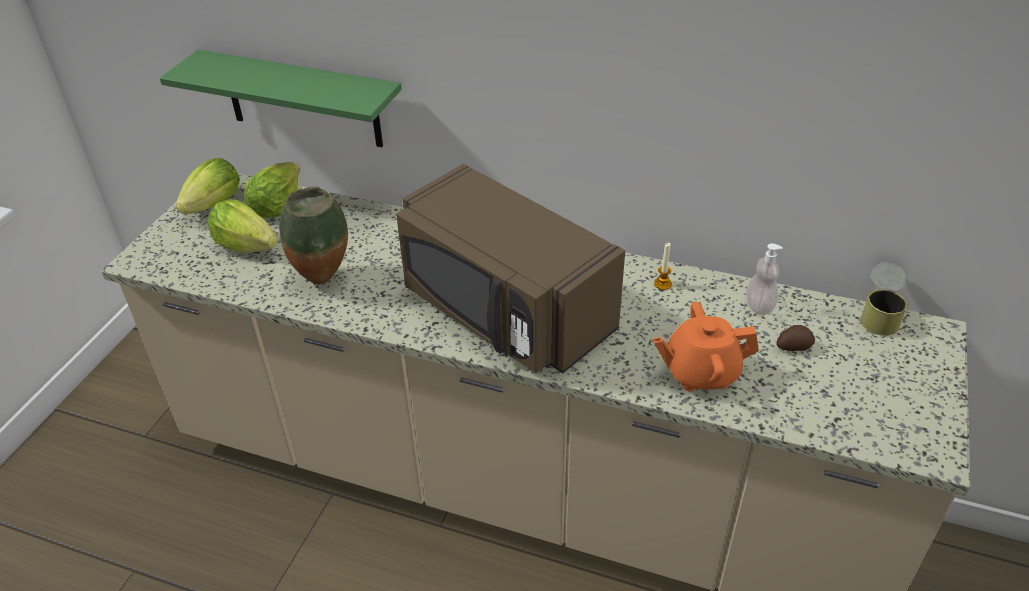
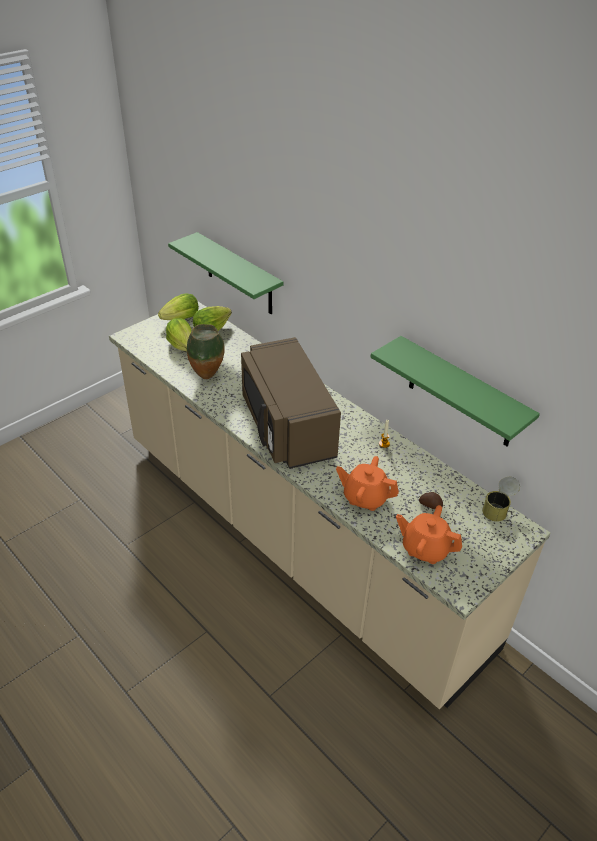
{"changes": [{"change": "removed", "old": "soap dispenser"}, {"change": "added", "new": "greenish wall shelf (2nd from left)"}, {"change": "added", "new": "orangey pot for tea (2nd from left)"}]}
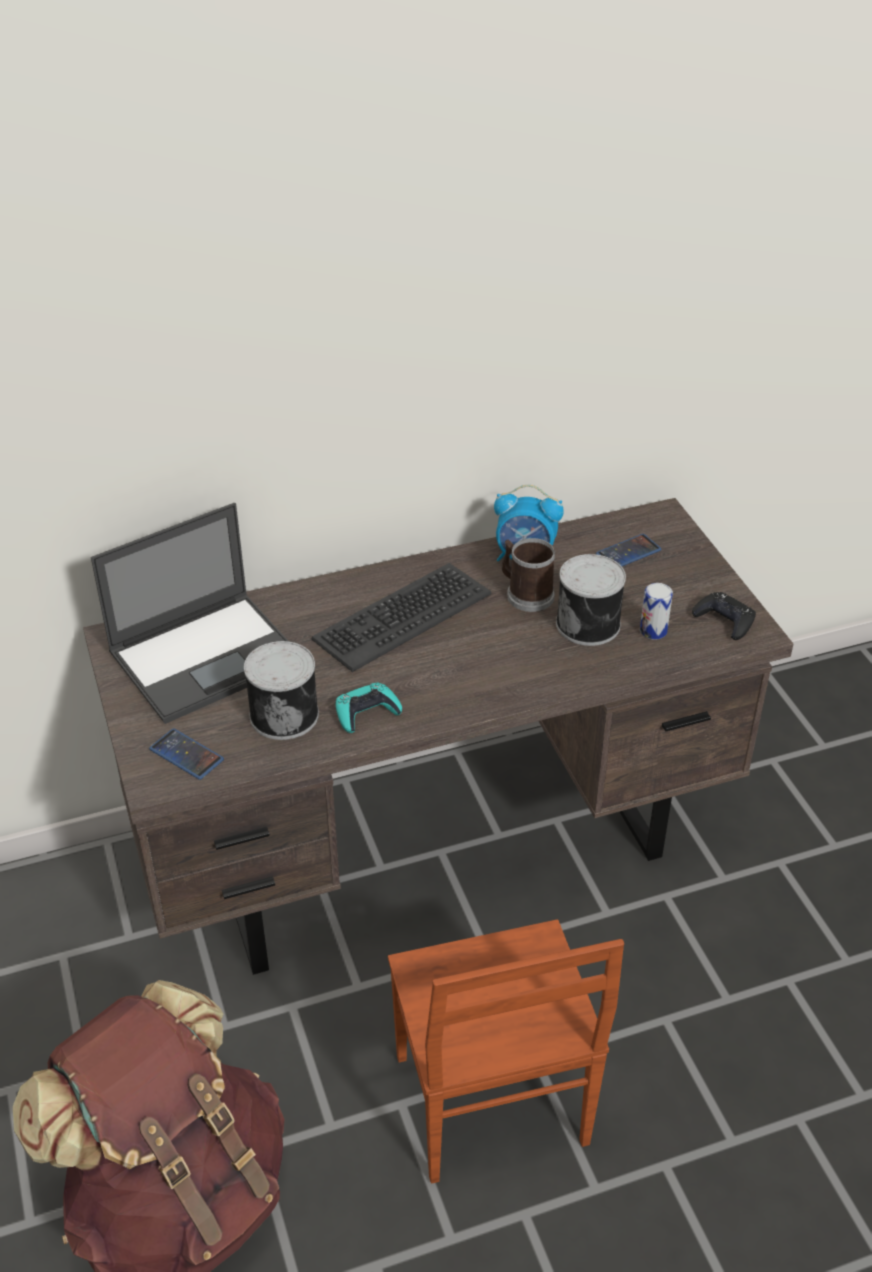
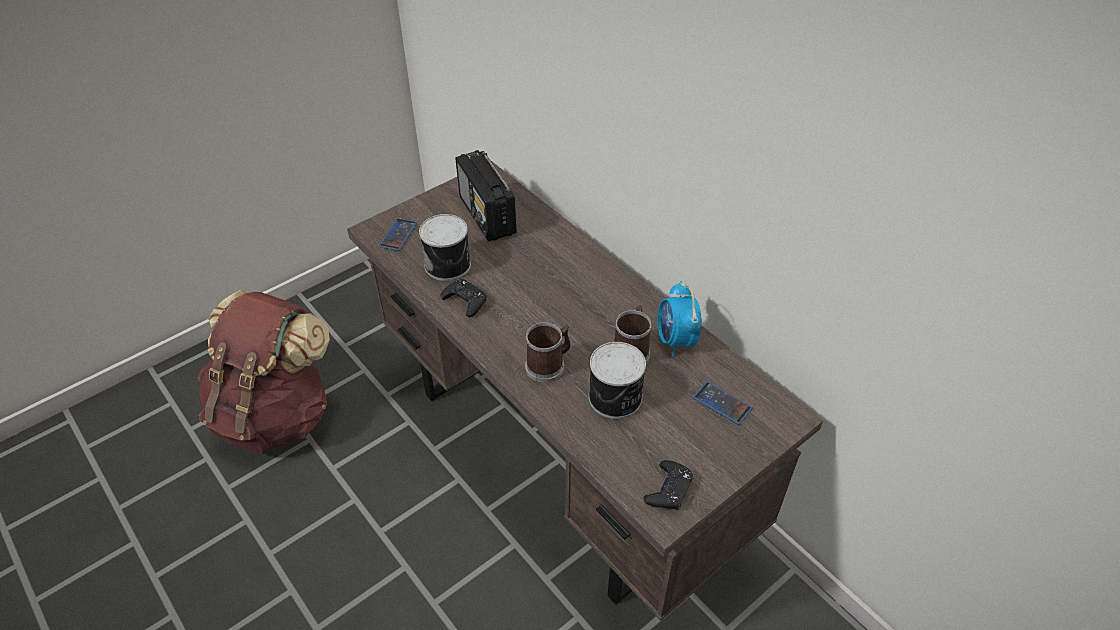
{"changes": [{"change": "replaced", "old": "notebook computer", "new": "radio set"}, {"change": "removed", "old": "computer keyboard"}, {"change": "removed", "old": "can (3rd from left)"}, {"change": "recoloured", "old": "blue-green joypad", "new": "black-coloured joypad (1st from left)"}, {"change": "removed", "old": "brownish plain chair"}, {"change": "added", "new": "coffee mug (1st from left)"}]}
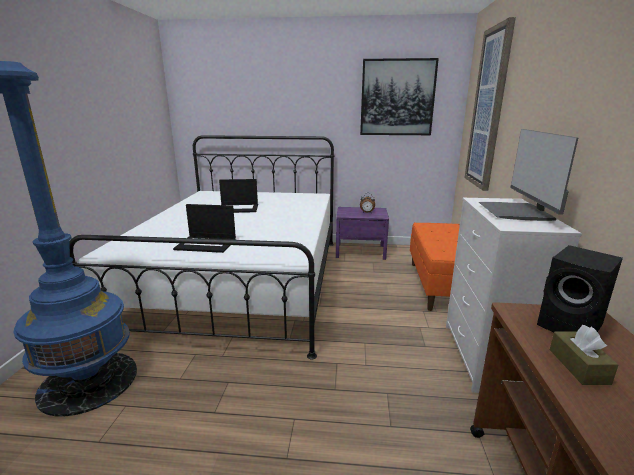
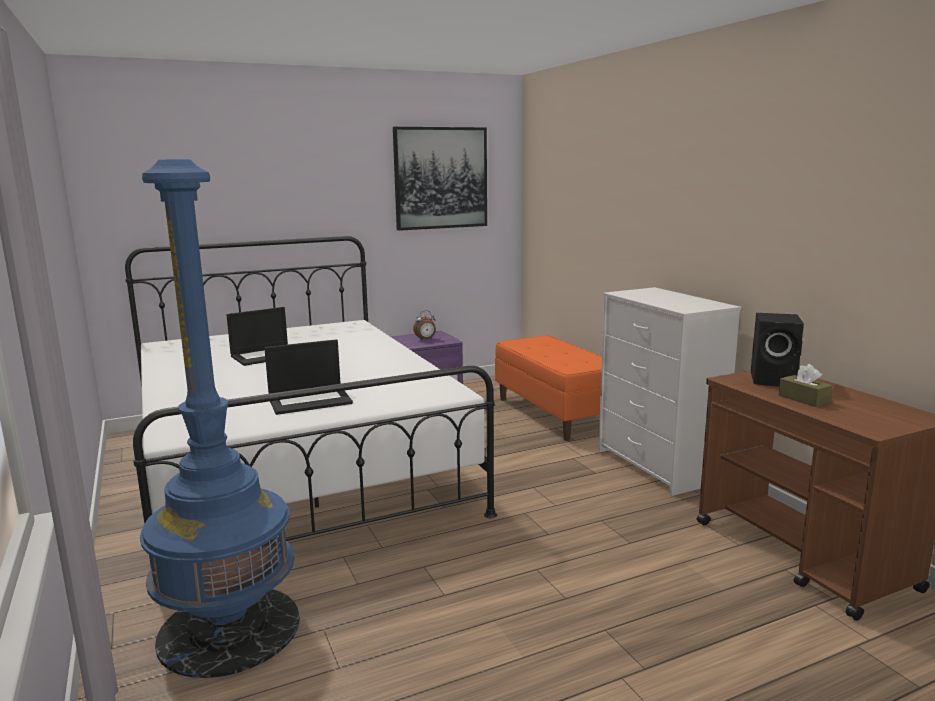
{"changes": [{"change": "removed", "old": "wall art (2nd from left)"}, {"change": "removed", "old": "computer display"}]}
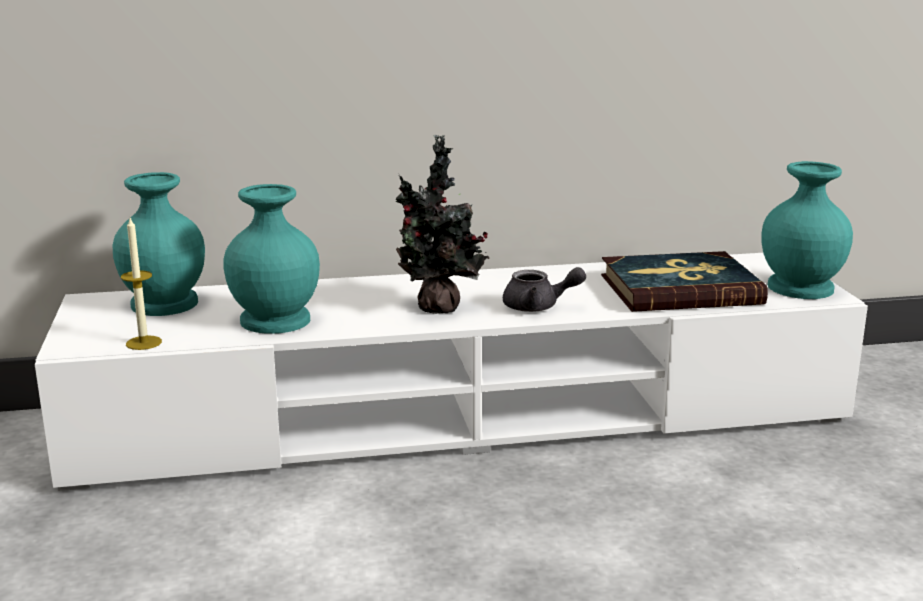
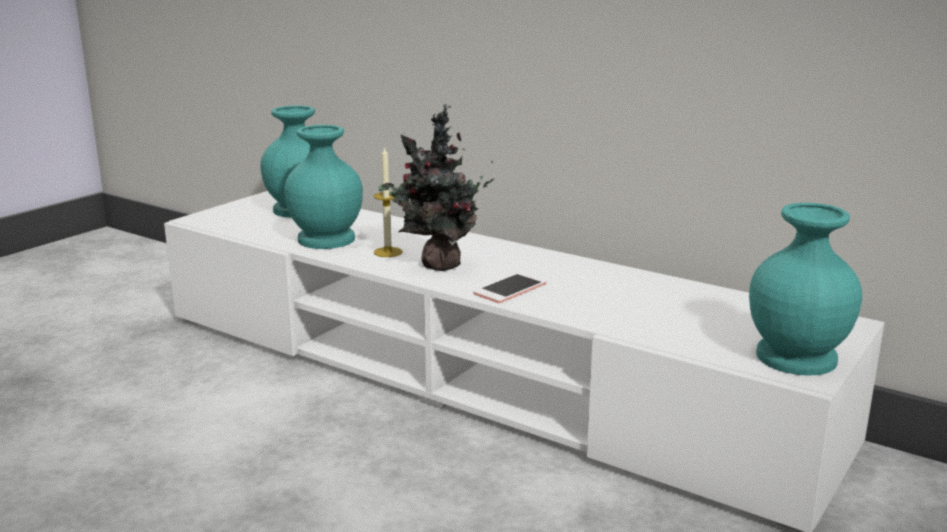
{"changes": [{"change": "moved", "old": "wax light"}, {"change": "removed", "old": "bound book"}, {"change": "replaced", "old": "greyish pot for tea", "new": "handset"}]}
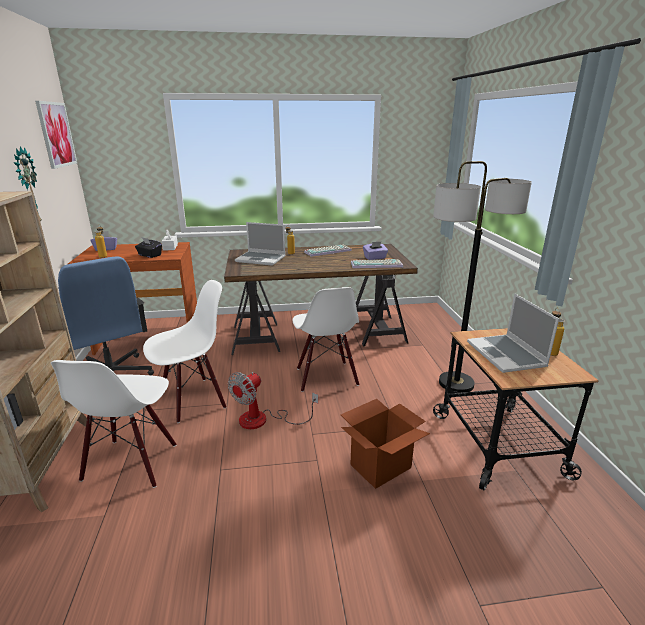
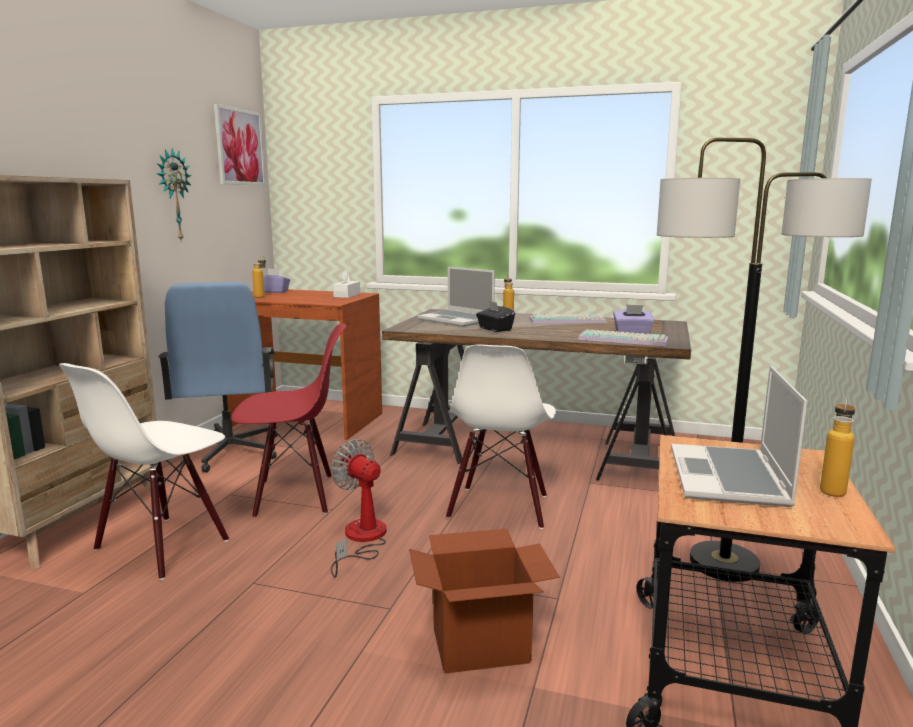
{"changes": [{"change": "moved", "old": "black-coloured tissue box"}, {"change": "recoloured", "old": "white plain chair (2nd from left)", "new": "red-coloured plain chair"}, {"change": "turned", "old": "fan", "degrees": 75}]}
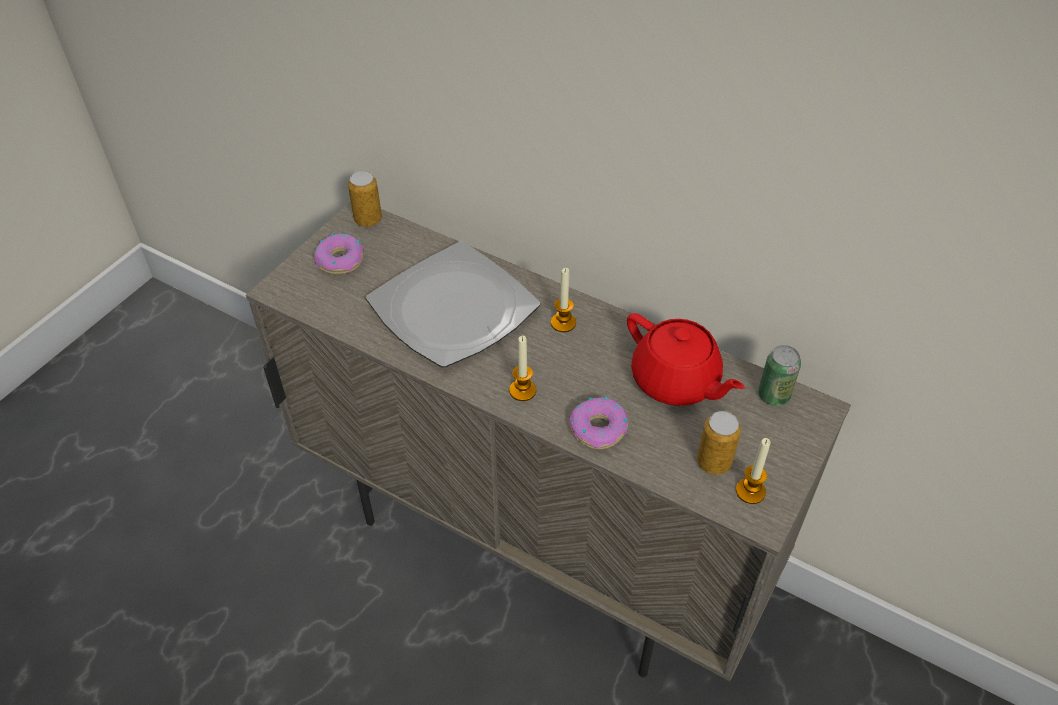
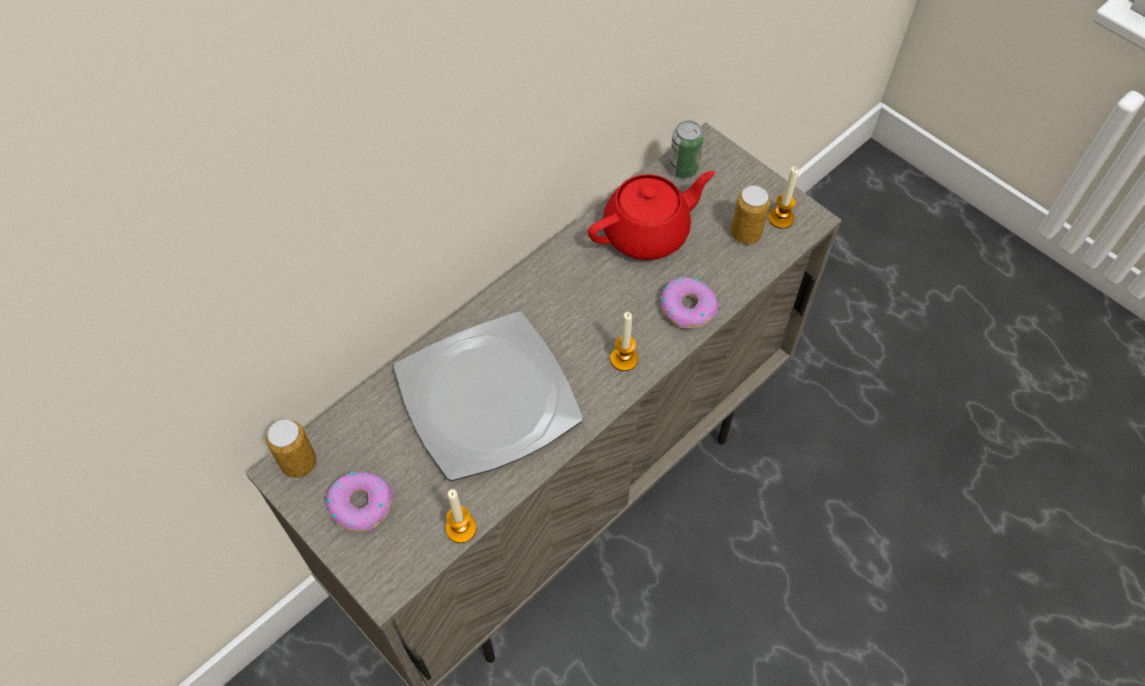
{"changes": [{"change": "moved", "old": "wax light (2nd from left in the first image)", "new": "wax light (1st from left)"}]}
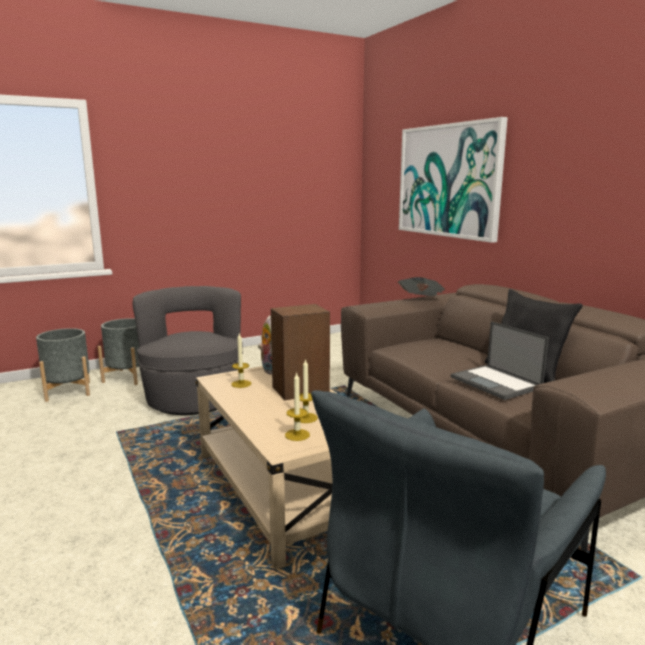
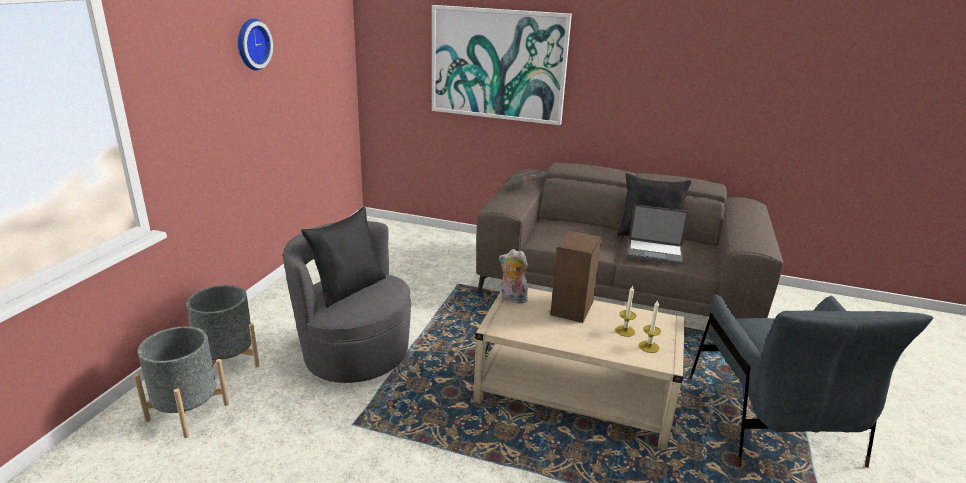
{"changes": [{"change": "removed", "old": "wax light (1st from left)"}, {"change": "added", "new": "clock on the wall"}, {"change": "added", "new": "black-coloured throw pillow (1st from left)"}]}
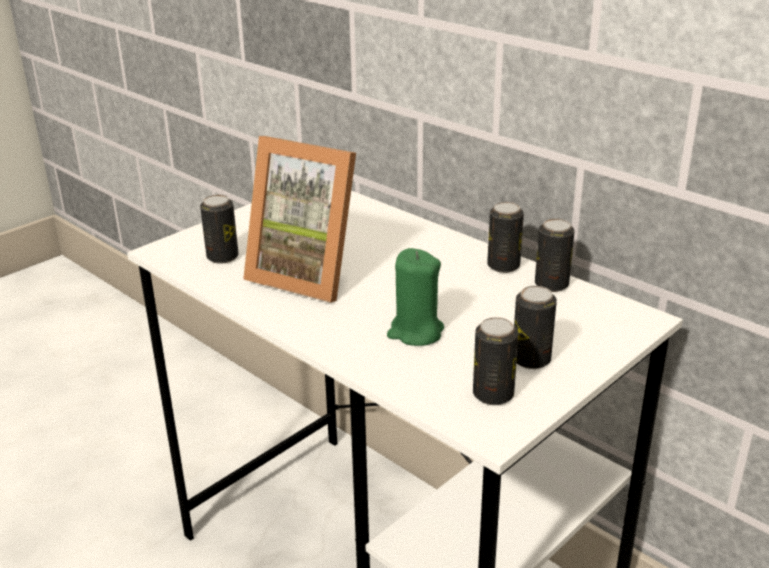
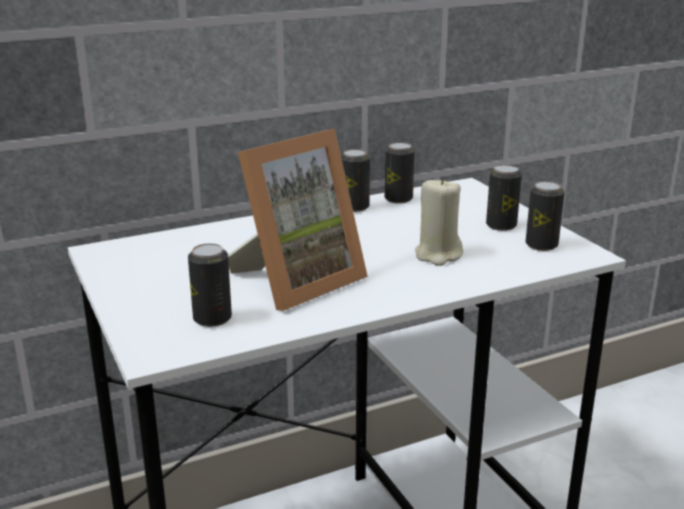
{"changes": [{"change": "recoloured", "old": "greenish wax light", "new": "beige-coloured wax light"}]}
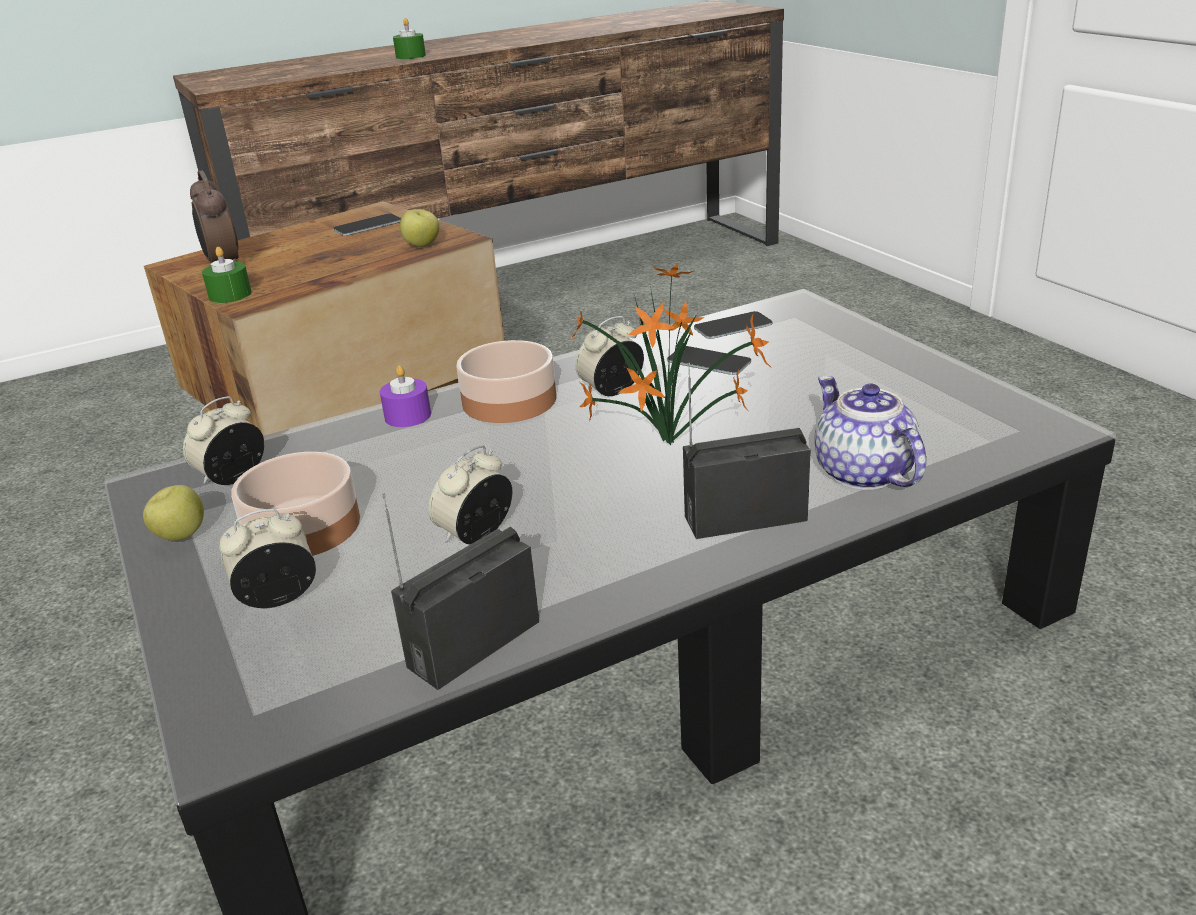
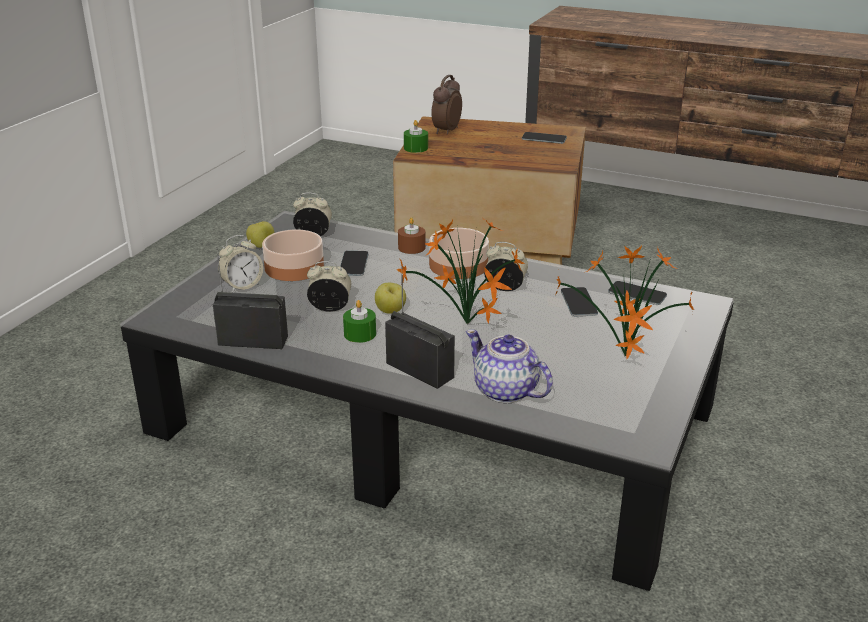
{"changes": [{"change": "moved", "old": "greenish wax light (2nd from left in the first image)", "new": "greenish wax light (1st from left)"}, {"change": "moved", "old": "whole apple (2nd from left)"}, {"change": "recoloured", "old": "purple-coloured wax light", "new": "brownish wax light"}, {"change": "turned", "old": "pot for tea", "degrees": -75}, {"change": "turned", "old": "bedside clock (3rd from left in the first image)", "degrees": 120}, {"change": "added", "new": "houseplant (2nd from left)"}, {"change": "added", "new": "handset (1st from left)"}]}
